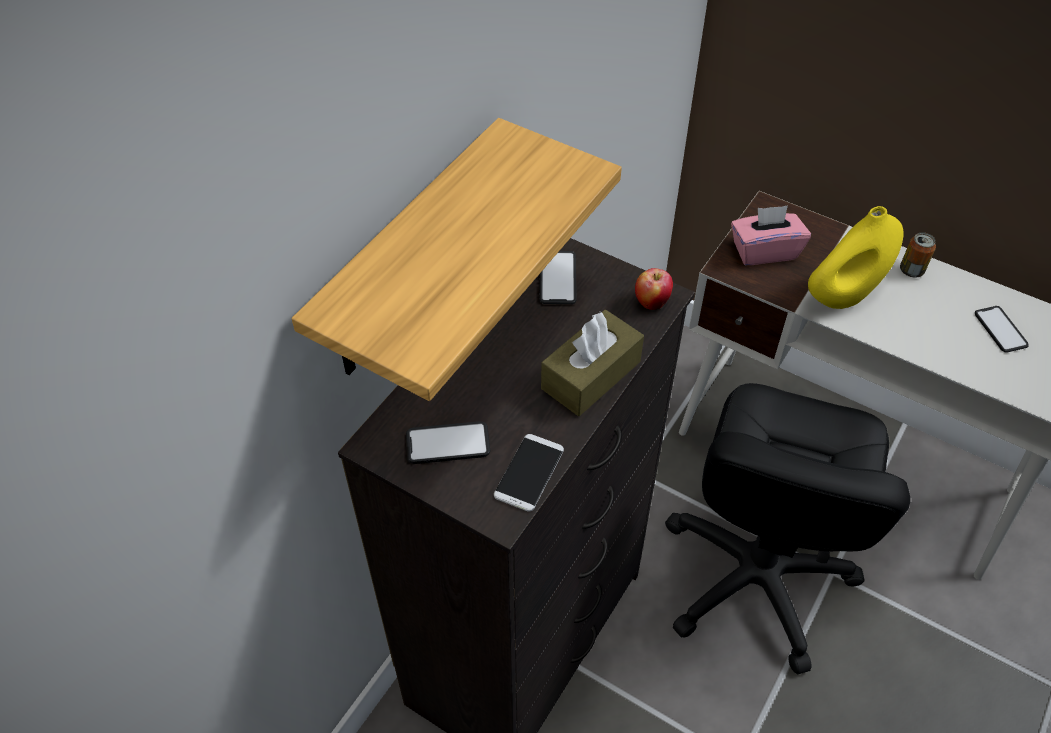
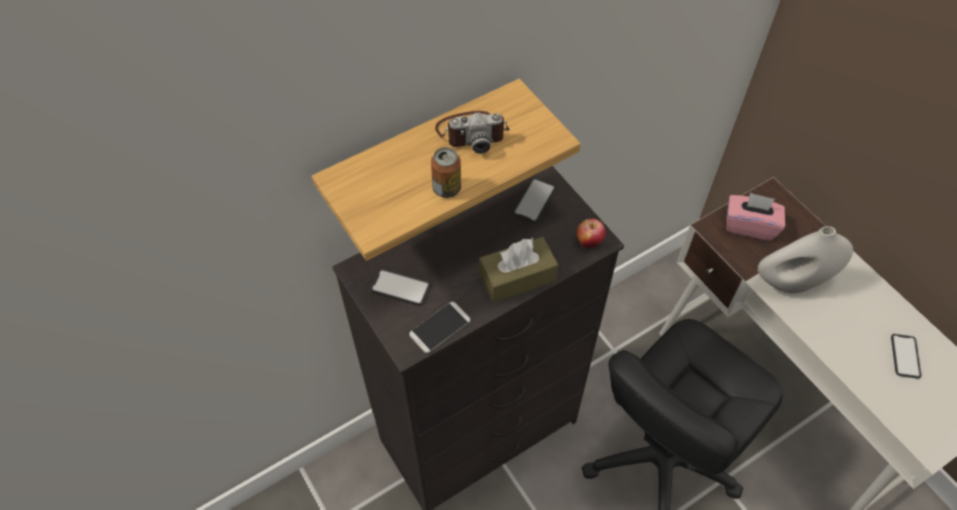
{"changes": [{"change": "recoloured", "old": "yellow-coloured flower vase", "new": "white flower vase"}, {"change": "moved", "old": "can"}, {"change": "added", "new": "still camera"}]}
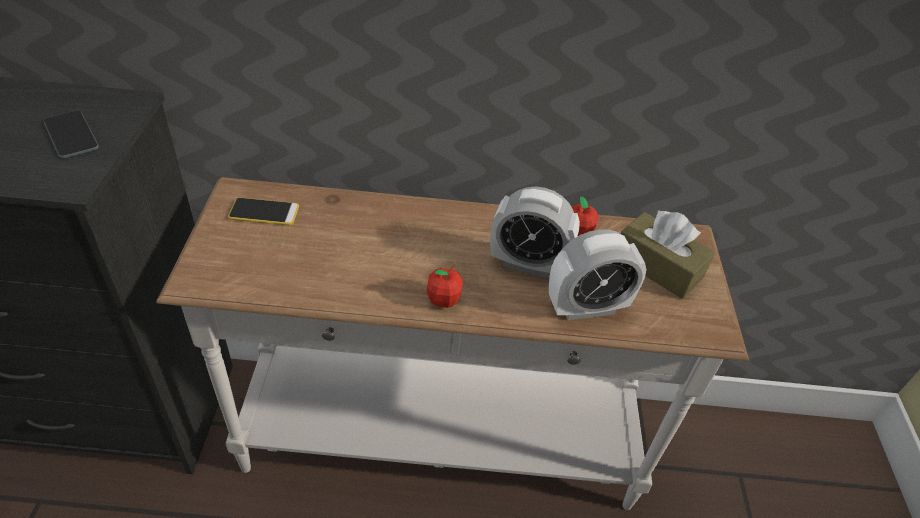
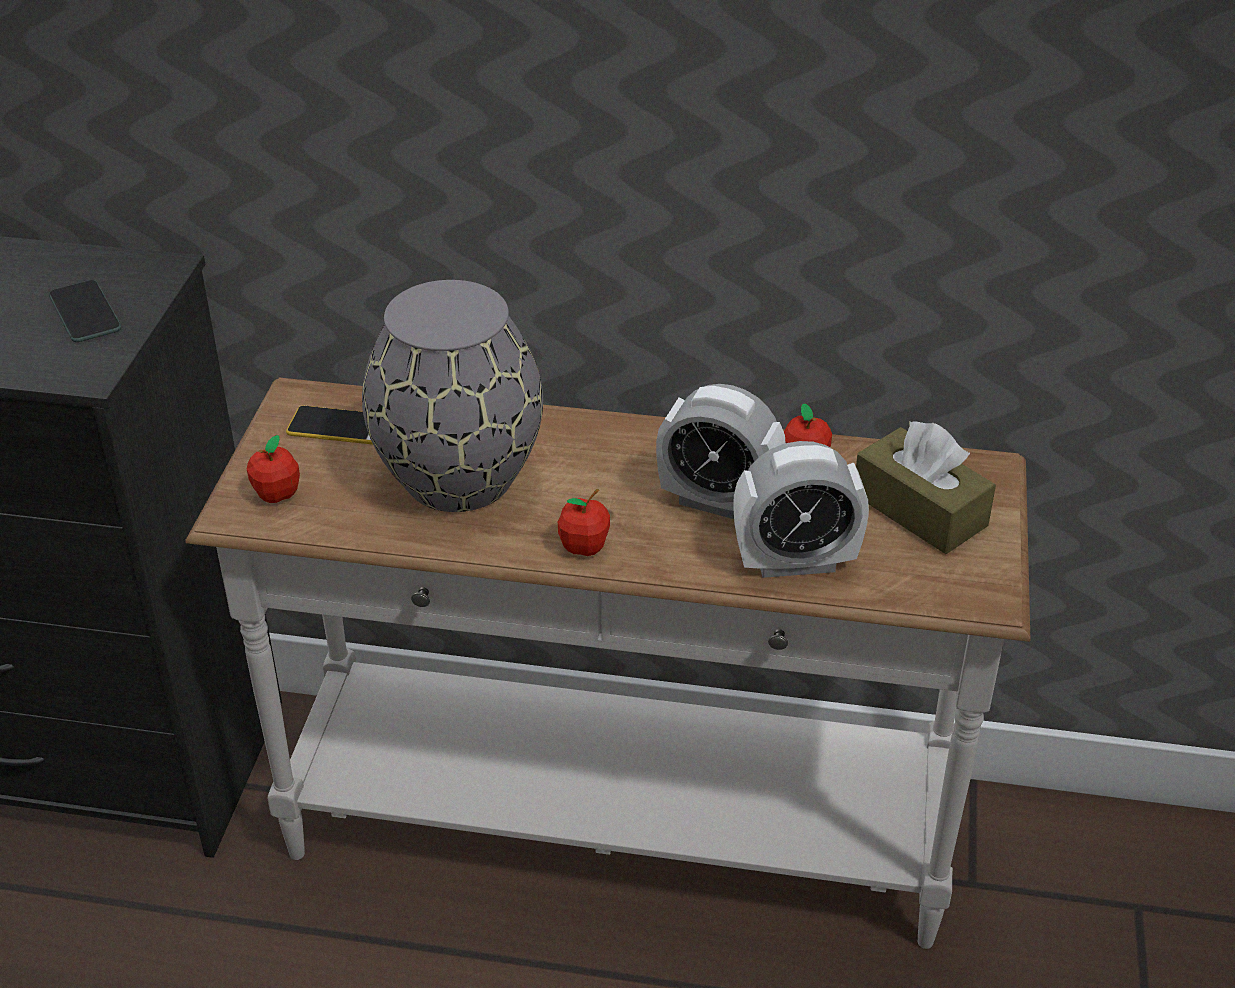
{"changes": [{"change": "added", "new": "greyish flower vase"}, {"change": "added", "new": "whole apple (1st from left)"}]}
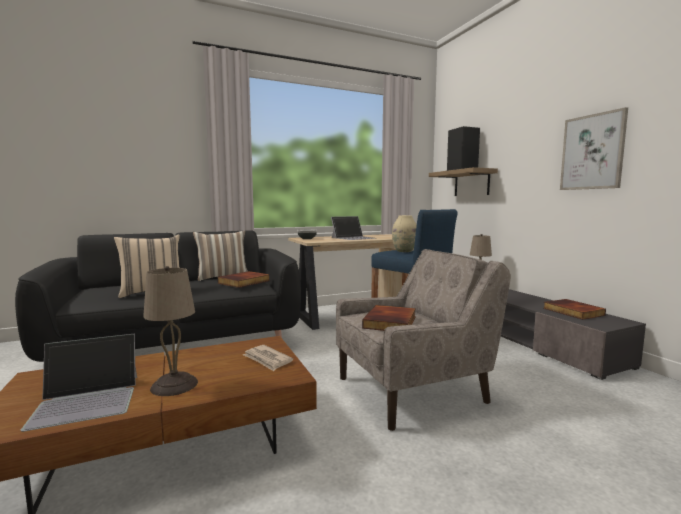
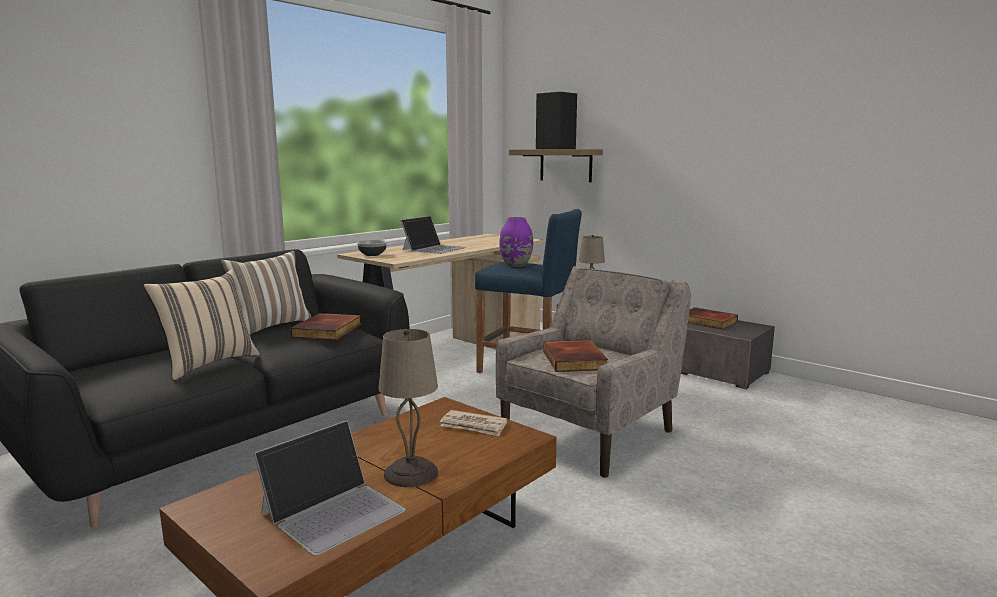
{"changes": [{"change": "removed", "old": "wall art"}, {"change": "recoloured", "old": "beige-coloured flower vase", "new": "purple-coloured flower vase"}]}
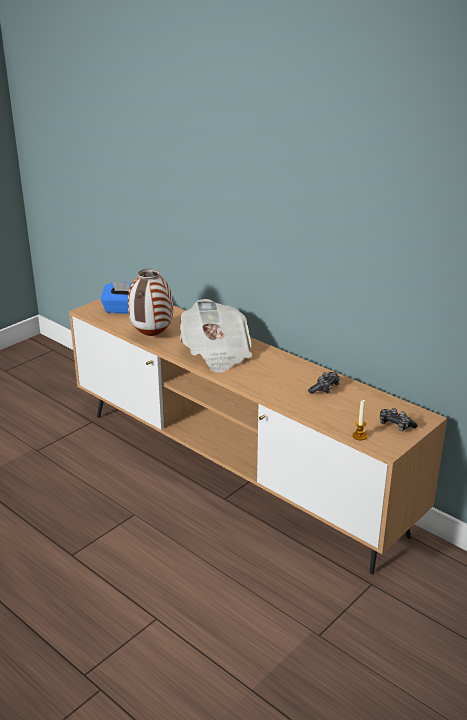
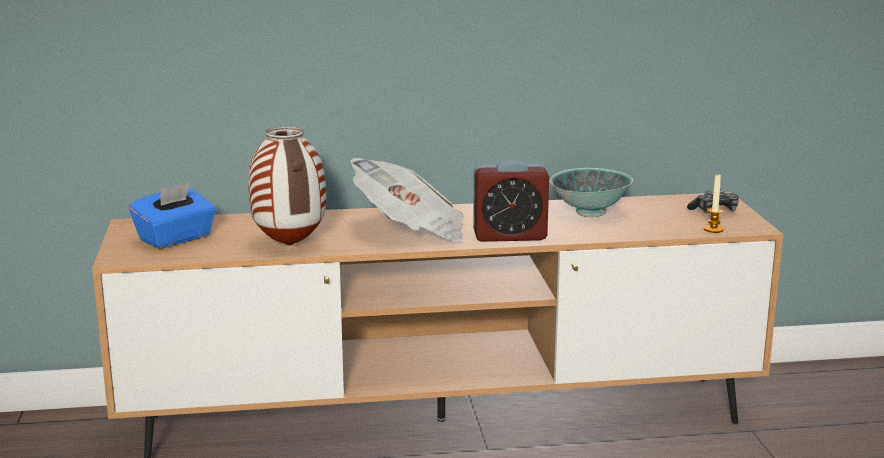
{"changes": [{"change": "replaced", "old": "joypad (1st from left)", "new": "bowl"}, {"change": "added", "new": "bedside clock"}]}
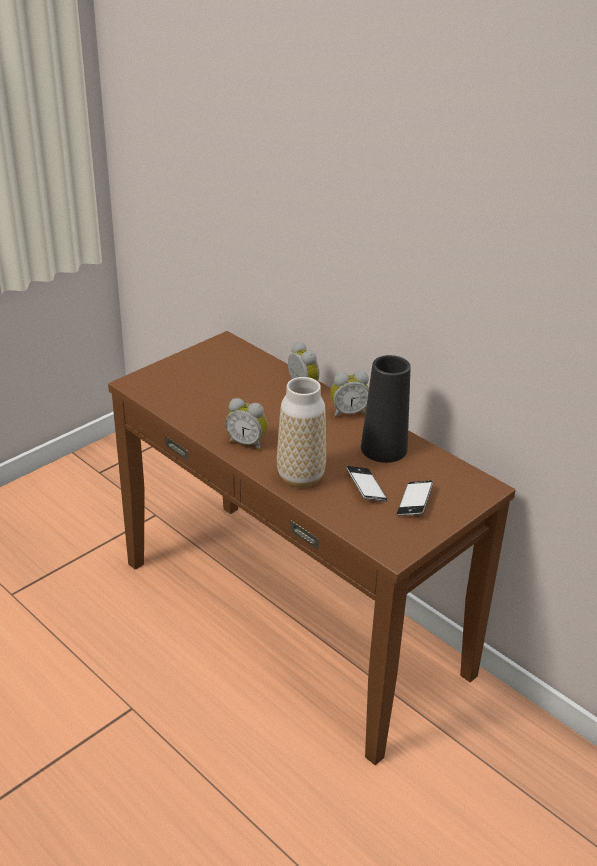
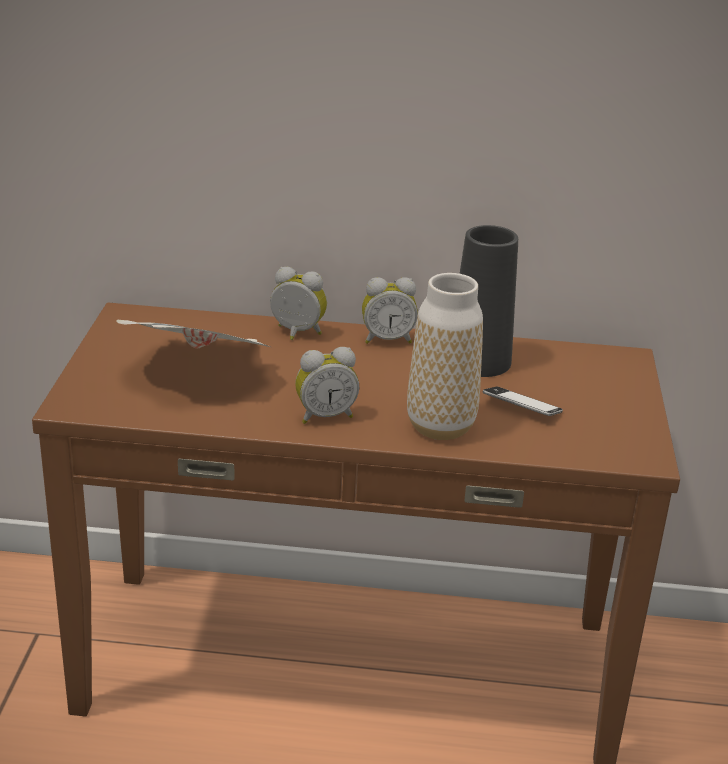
{"changes": [{"change": "turned", "old": "bedside clock (3rd from left)", "degrees": 45}, {"change": "removed", "old": "handset (2nd from left)"}, {"change": "added", "new": "newspaper"}]}
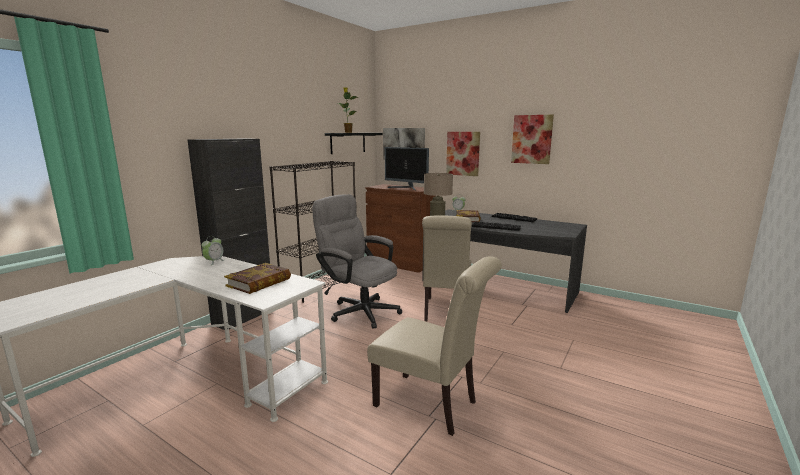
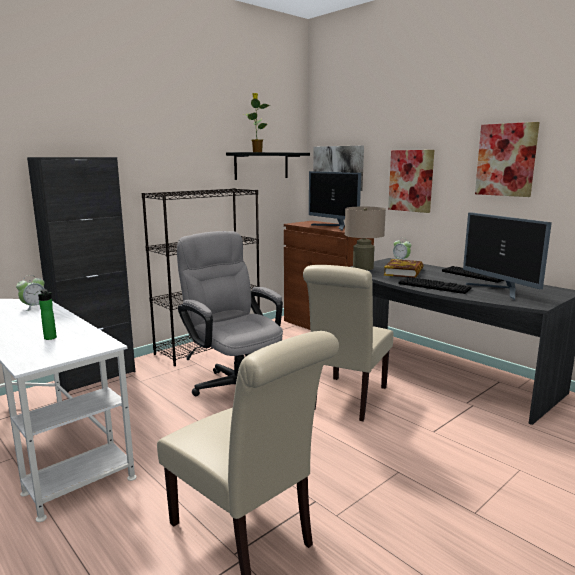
{"changes": [{"change": "replaced", "old": "bound book (1st from left)", "new": "beverage bottle"}, {"change": "added", "new": "computer display (2nd from left)"}]}
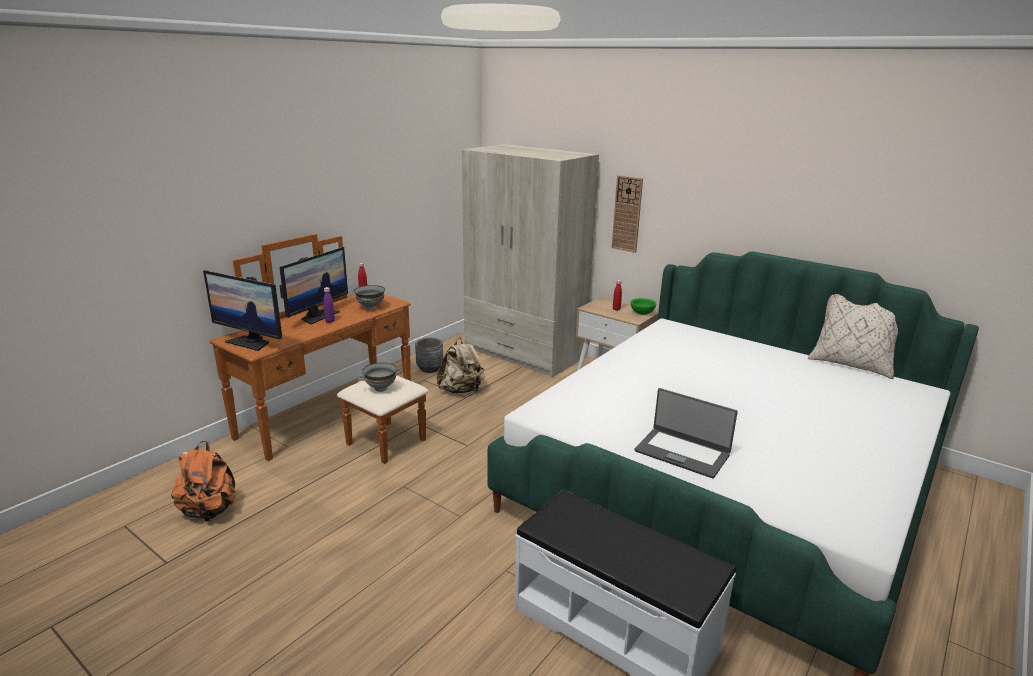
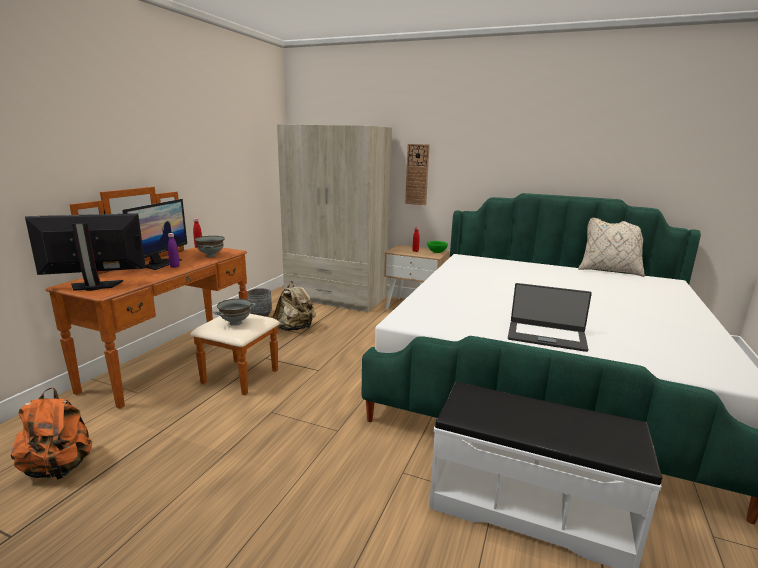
{"changes": [{"change": "turned", "old": "computer display (1st from left)", "degrees": 150}]}
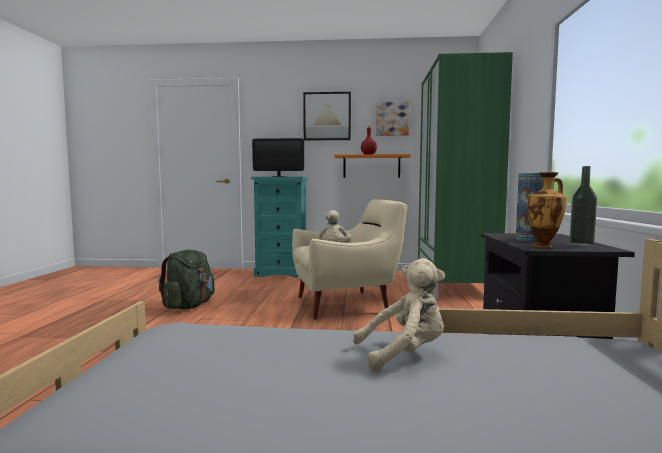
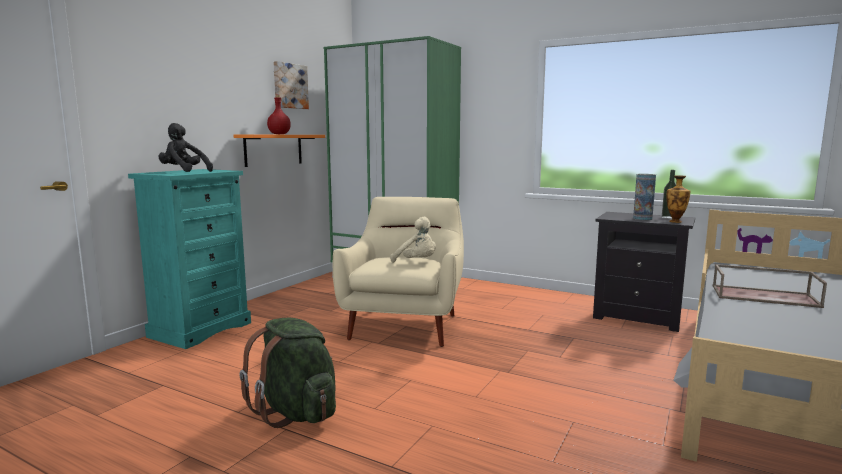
{"changes": [{"change": "removed", "old": "wall art (1st from left)"}, {"change": "replaced", "old": "computer display", "new": "black-coloured cuddly toy"}, {"change": "replaced", "old": "beige-coloured cuddly toy (2nd from left)", "new": "brownish tray"}]}
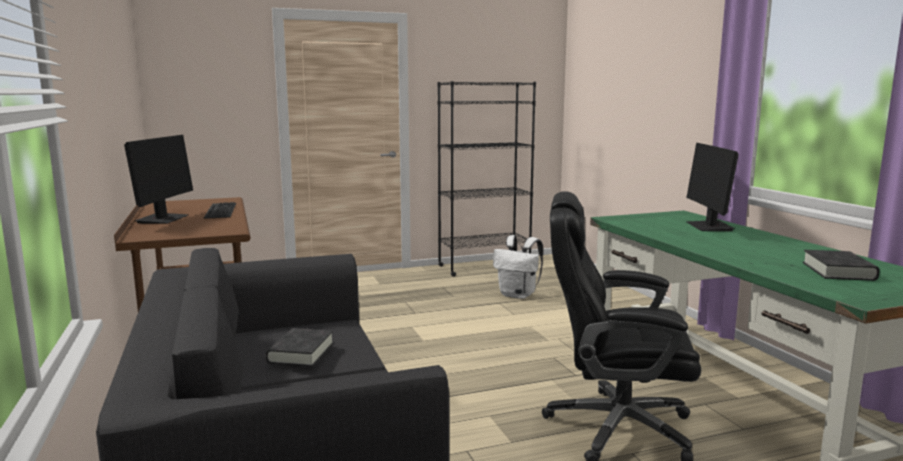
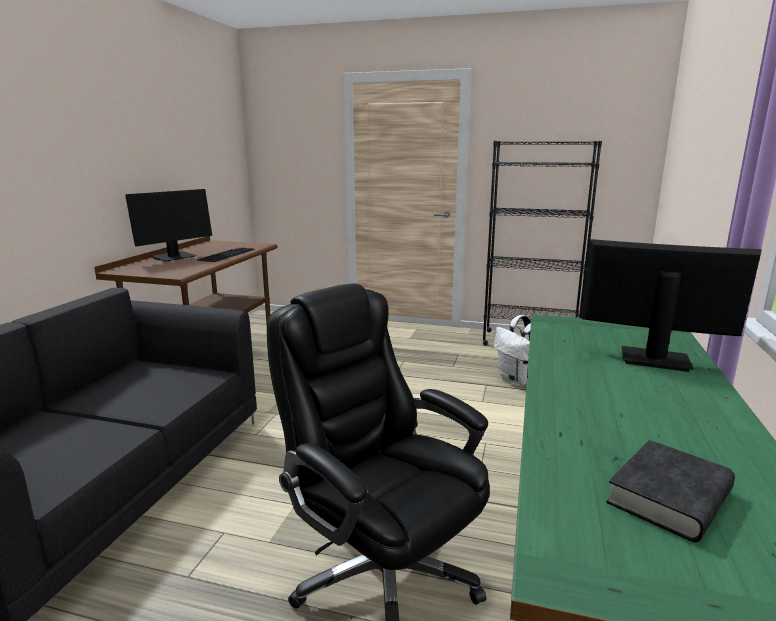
{"changes": [{"change": "turned", "old": "computer display (2nd from left)", "degrees": 75}, {"change": "removed", "old": "black-coloured bound book (1st from left)"}]}
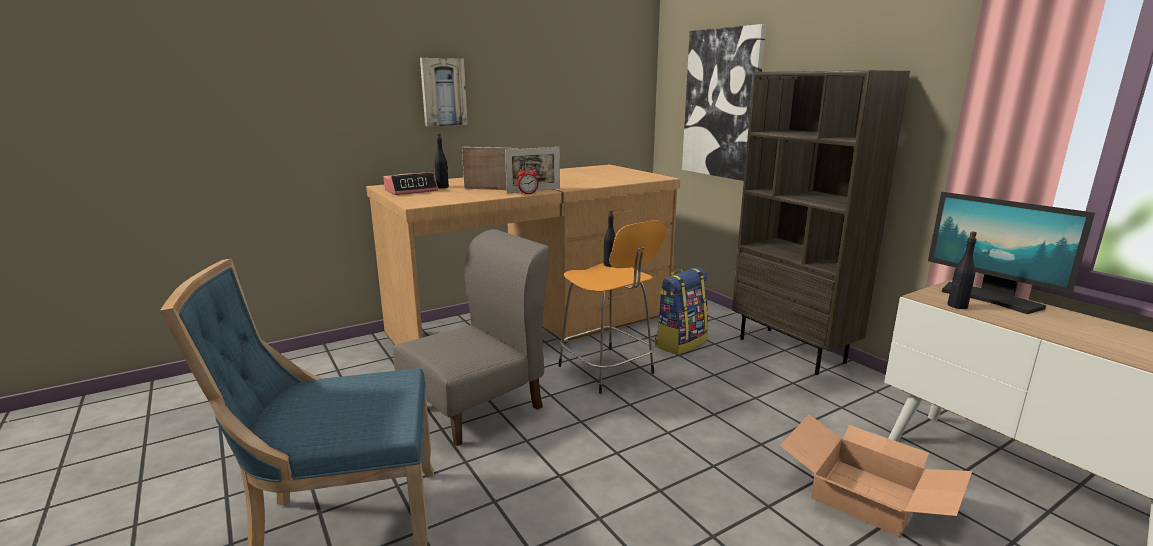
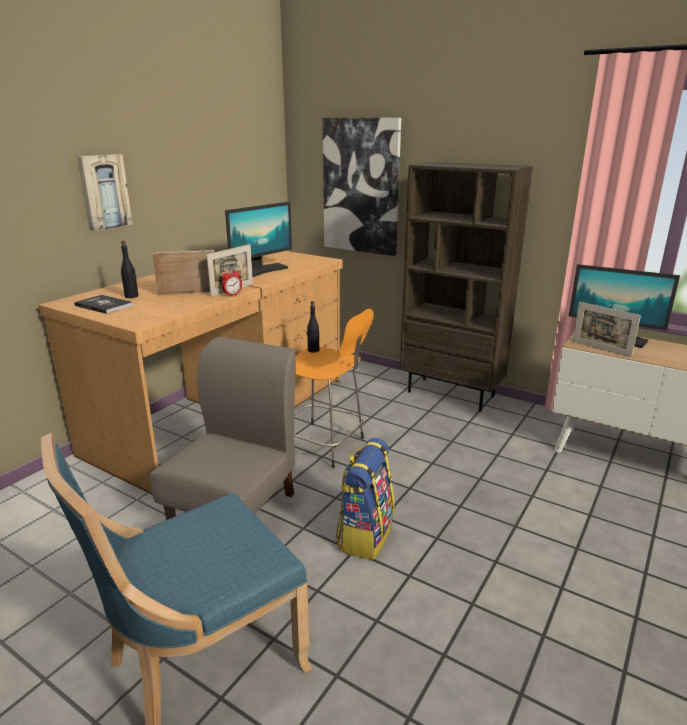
{"changes": [{"change": "replaced", "old": "bedside clock (1st from left)", "new": "bound book"}, {"change": "replaced", "old": "black-coloured beverage bottle (3rd from left)", "new": "photo frame (3rd from left)"}, {"change": "moved", "old": "backpack"}, {"change": "removed", "old": "carton"}, {"change": "added", "new": "computer display (1st from left)"}]}
